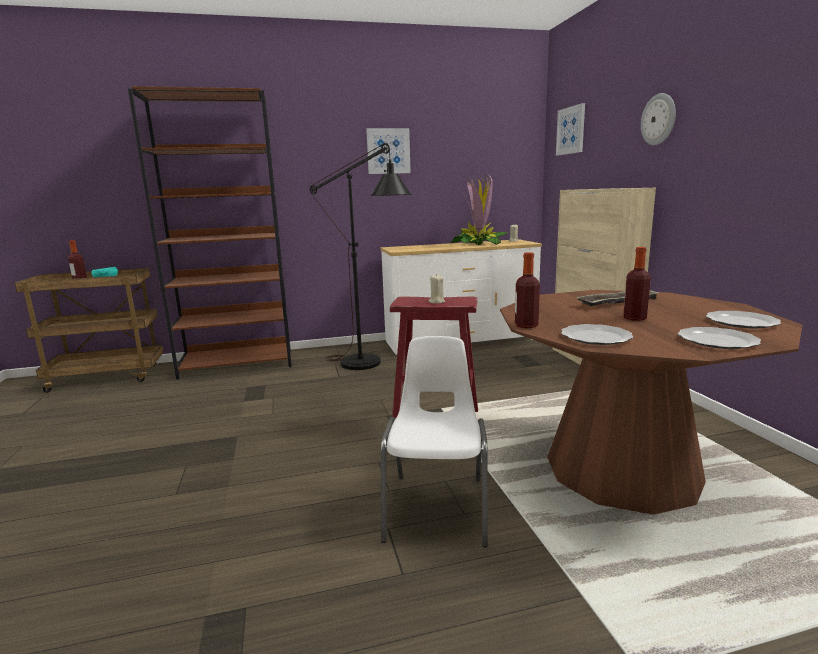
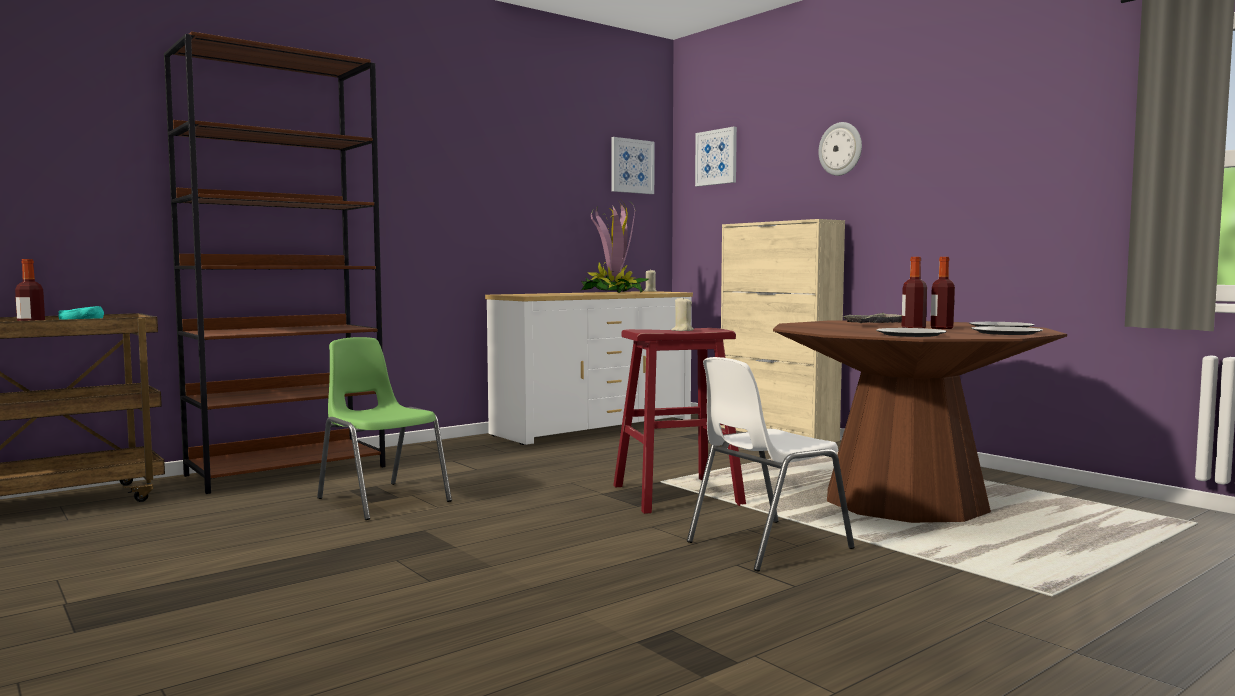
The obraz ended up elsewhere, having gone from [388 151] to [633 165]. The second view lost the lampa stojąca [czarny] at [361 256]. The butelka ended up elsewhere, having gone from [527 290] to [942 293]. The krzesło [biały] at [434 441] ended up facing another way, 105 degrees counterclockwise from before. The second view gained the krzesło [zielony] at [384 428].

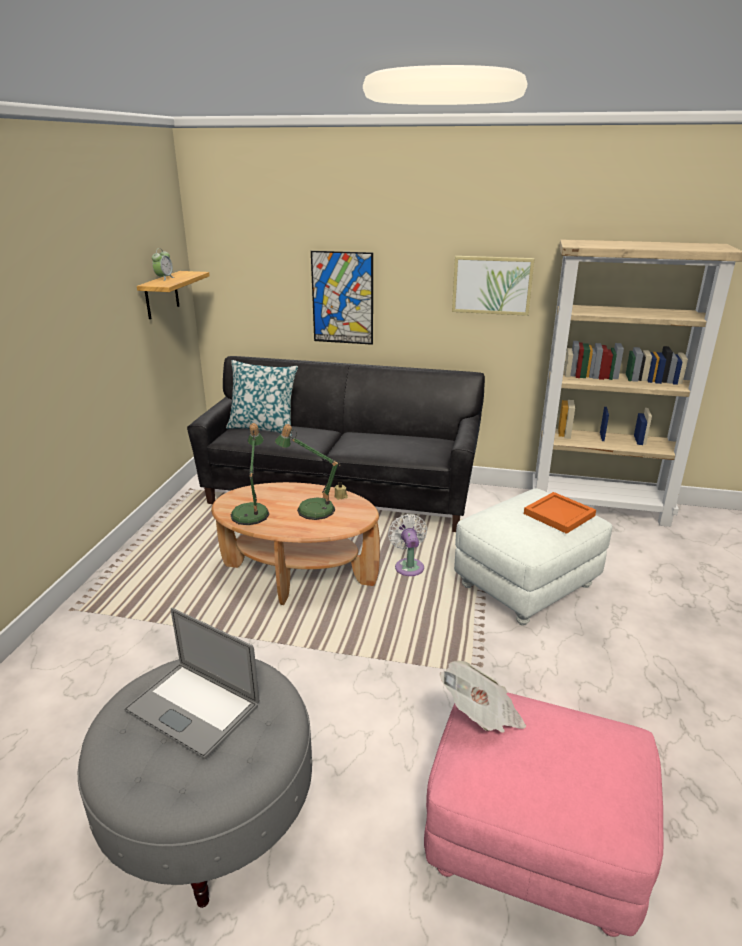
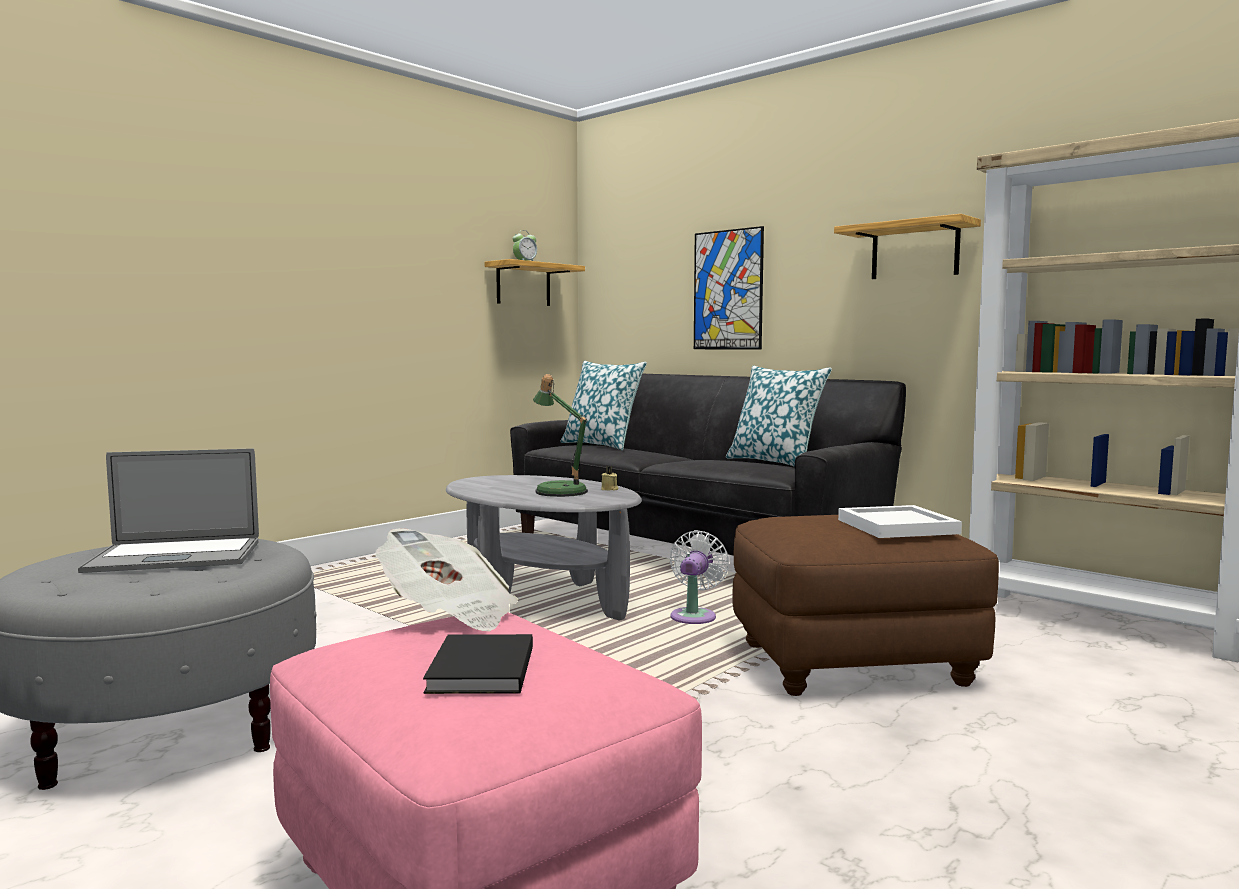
Where the obraz hung at [493 286], the półka came to hang at [907 246]. The second view lost the lampa stołowa at [250 474]. What was the ława [brązowy] at [295 543] turned into the ława [szary] at [544 548]. What was the pufa [biały] at [533 557] turned into the pufa [brązowy] at [865 605]. What was the taca [pomarańczowy] at [560 513] turned into the taca [biały] at [900 521]. The laptop at [191 683] ended up facing another way, 75 degrees counterclockwise from before. The second view gained the poduszka at [779 416]. The second view gained the książka [czarny] at [478 664].

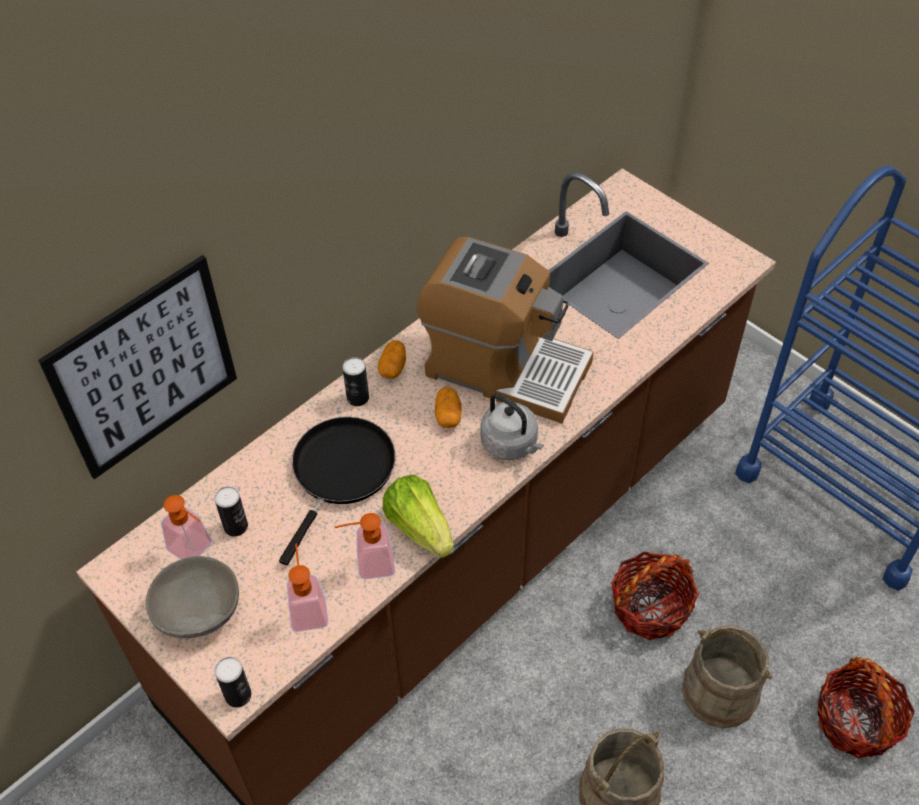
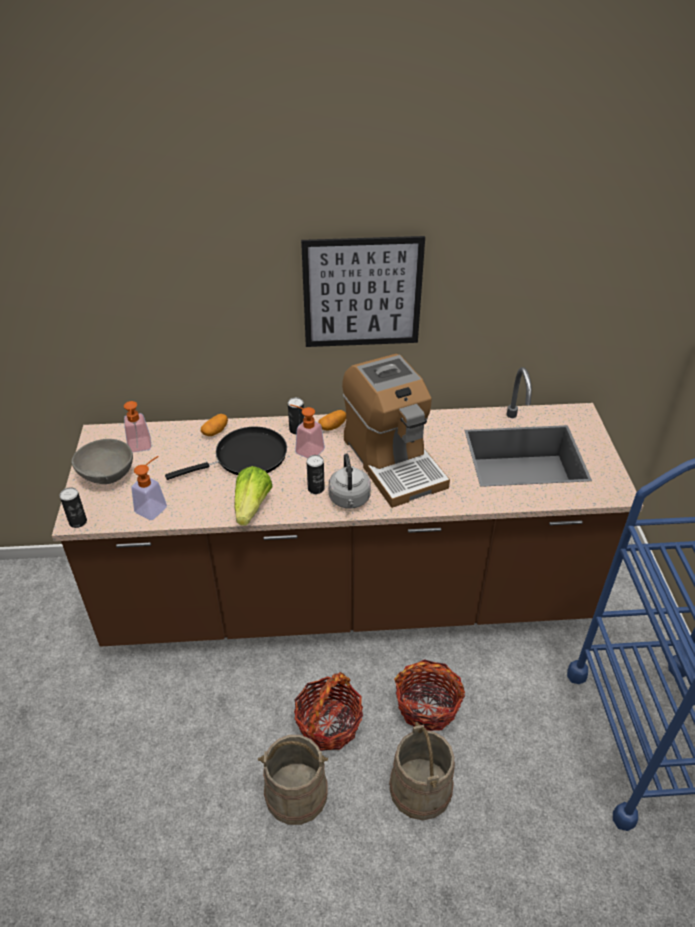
The obraz ended up elsewhere, having gone from [137 367] to [363 291]. The ziemniak ended up elsewhere, having gone from [448 407] to [214 425]. The puszka ended up elsewhere, having gone from [231 512] to [316 474]. The dozownik mydła ended up elsewhere, having gone from [365 546] to [307 431]. The koszyk ended up elsewhere, having gone from [866 708] to [328 711].

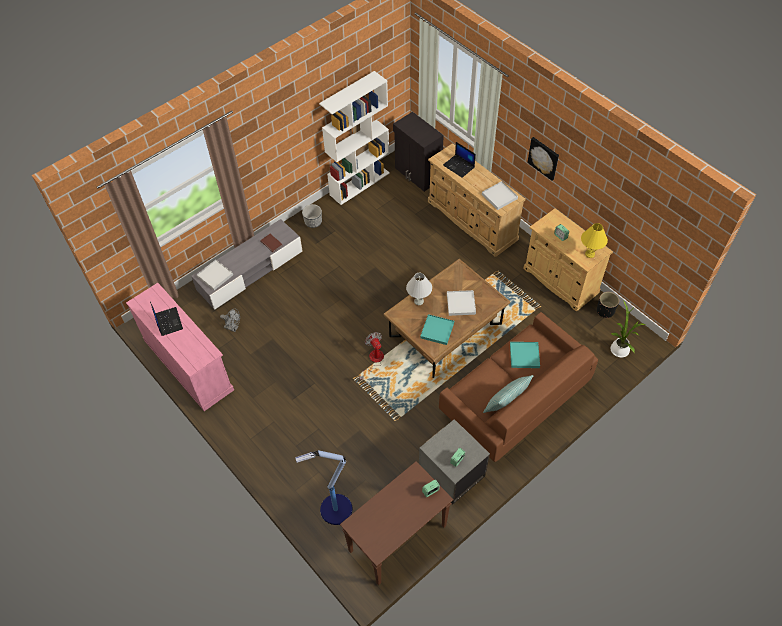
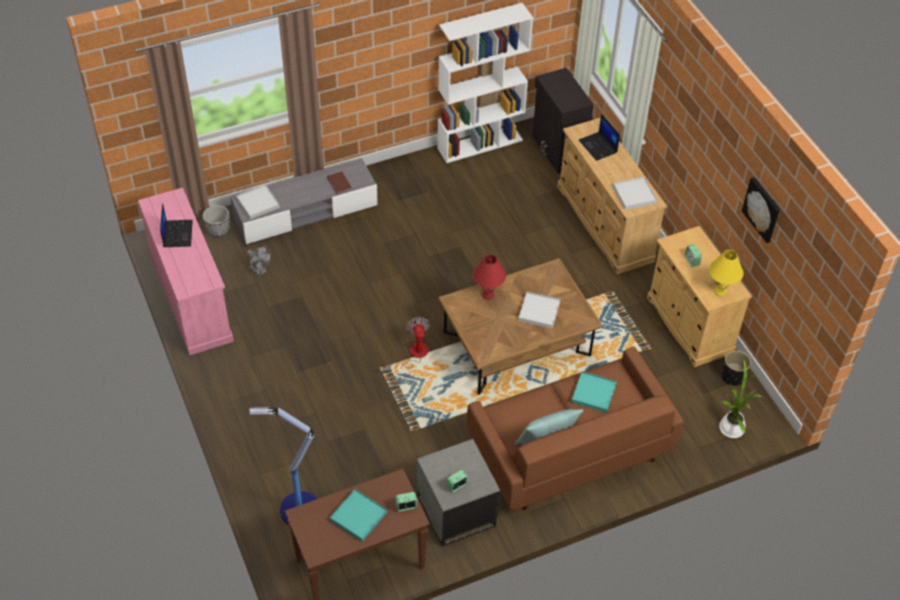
The obraz ended up elsewhere, having gone from [543 159] to [761 210]. The donica ended up elsewhere, having gone from [312 216] to [216 221]. What was the lampa stołowa [biały] at [419 289] turned into the lampa stołowa [czerwony] at [489 277]. The taca [turkusowy] ended up elsewhere, having gone from [437 329] to [358 515].

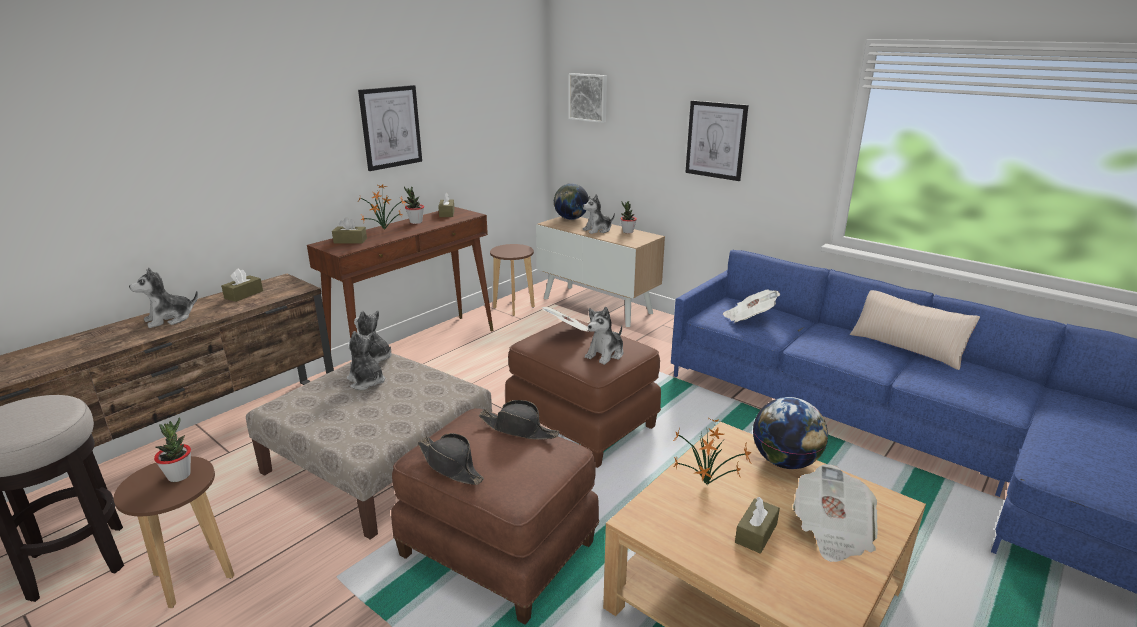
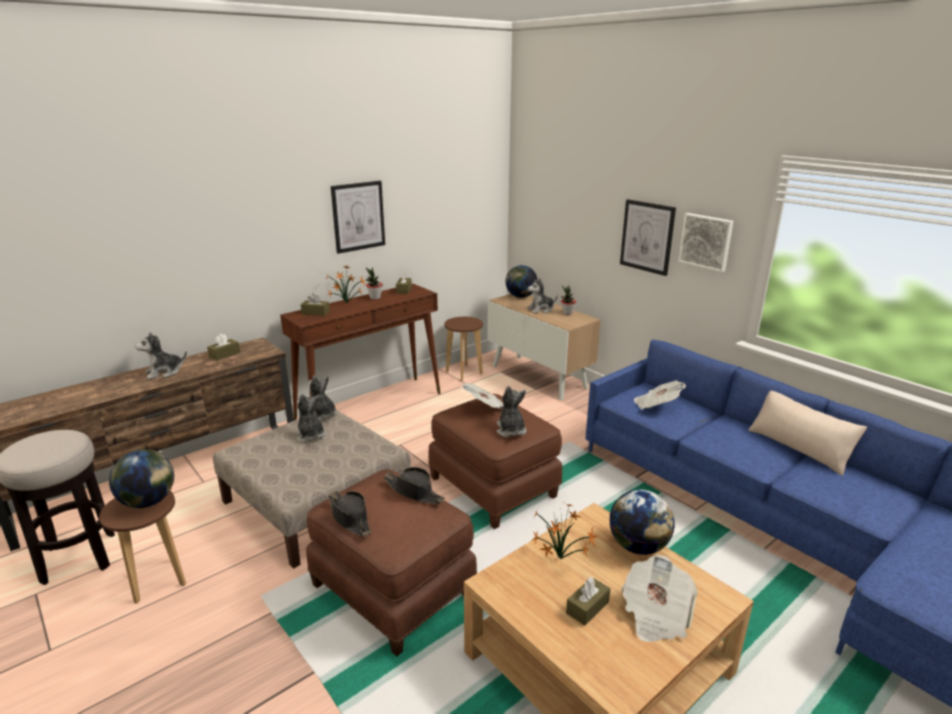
The obraz ended up elsewhere, having gone from [588 98] to [706 242]. The pluszak at [604 336] ended up facing another way, 120 degrees clockwise from before. Where the roślina doniczkowa stood at [172 449], the globus came to stand at [141 478].

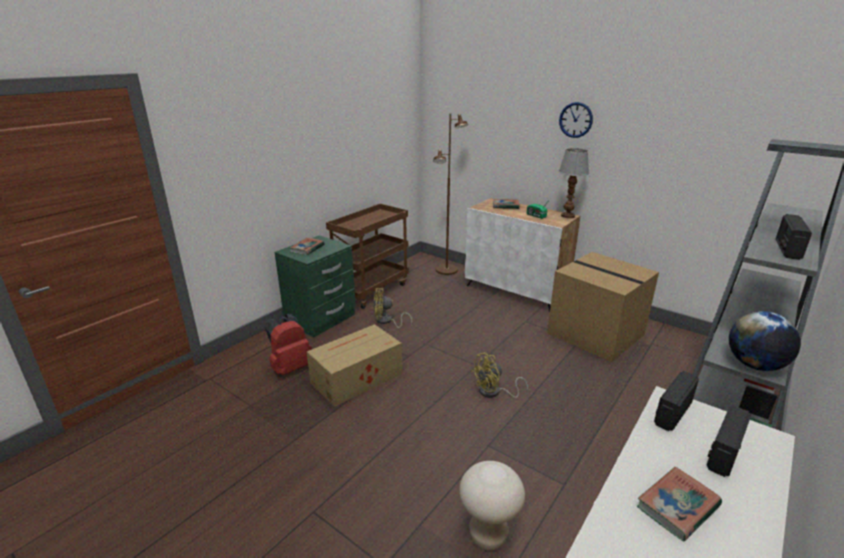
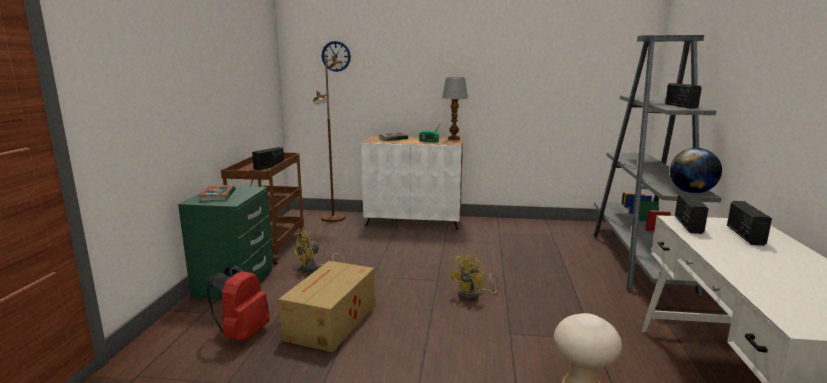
The zegar ścienny ended up elsewhere, having gone from [576 120] to [336 56]. The second view lost the karton at [603 307]. The second view lost the książka at [679 504]. The second view gained the radio at [268 158].

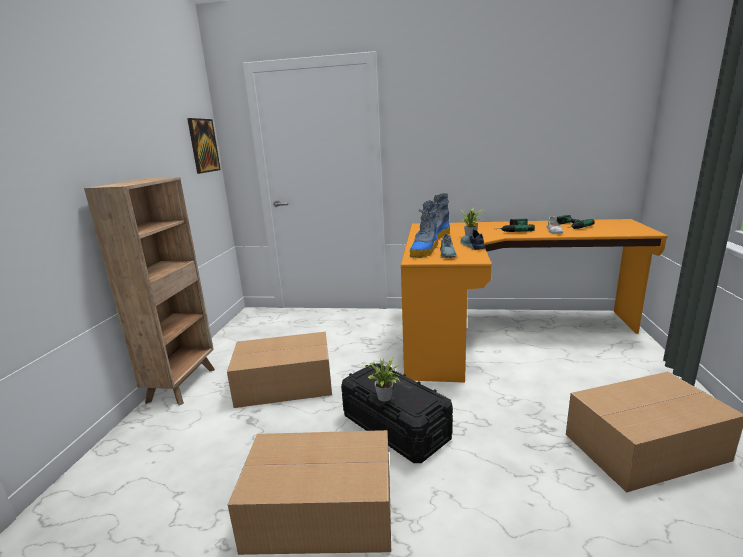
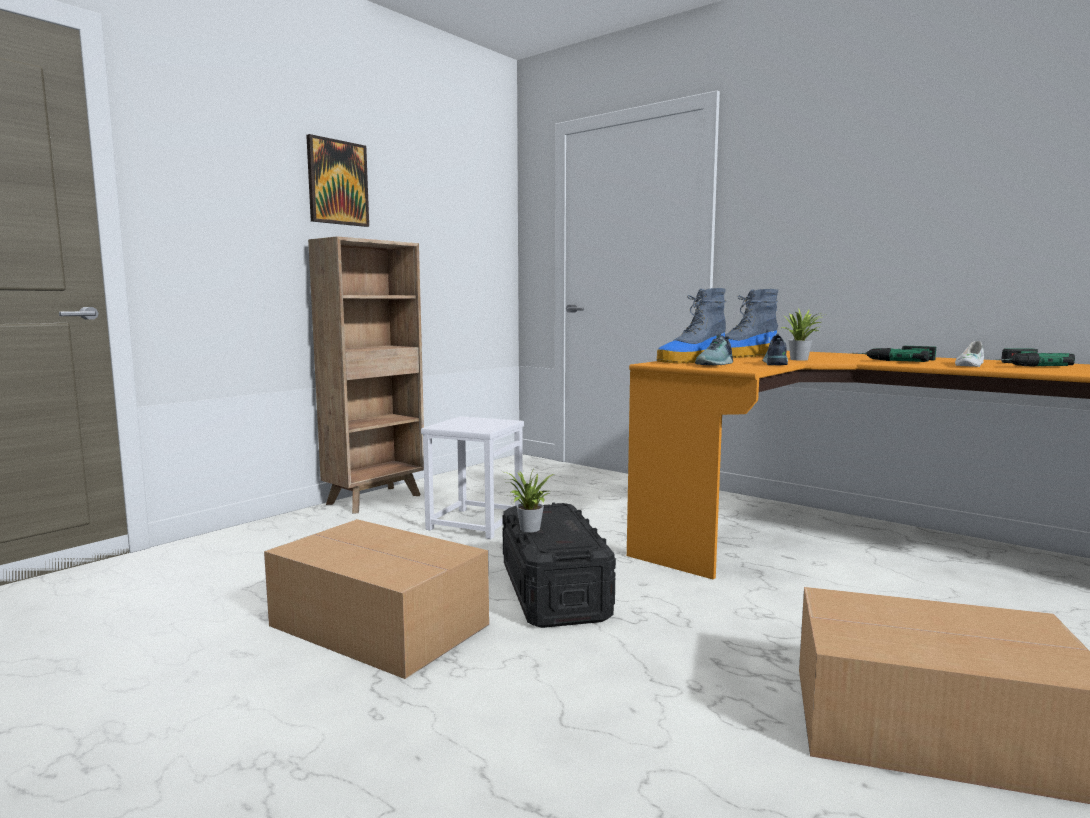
The obraz ended up elsewhere, having gone from [204 146] to [337 180]. Where the karton stood at [279 370], the stołek [biały] came to stand at [472 477].

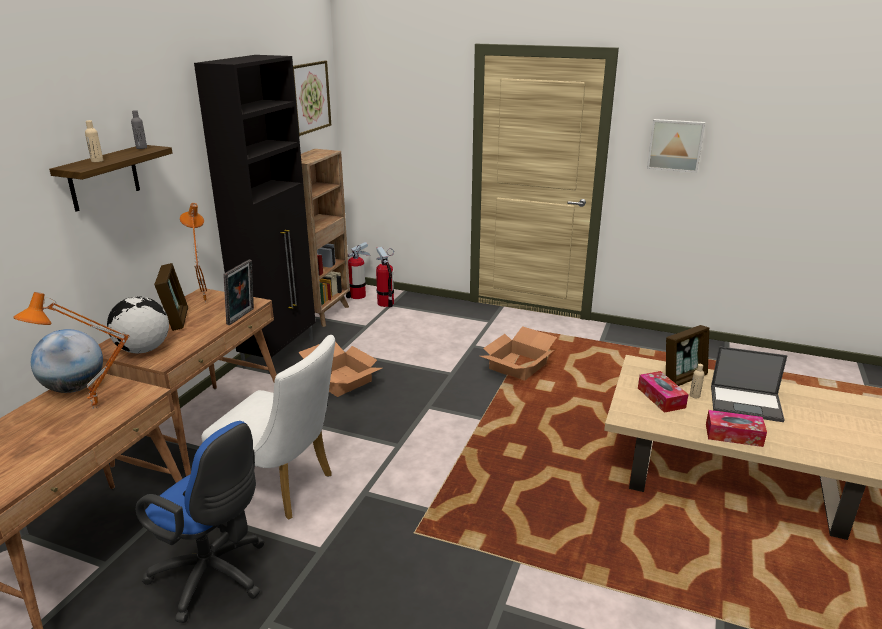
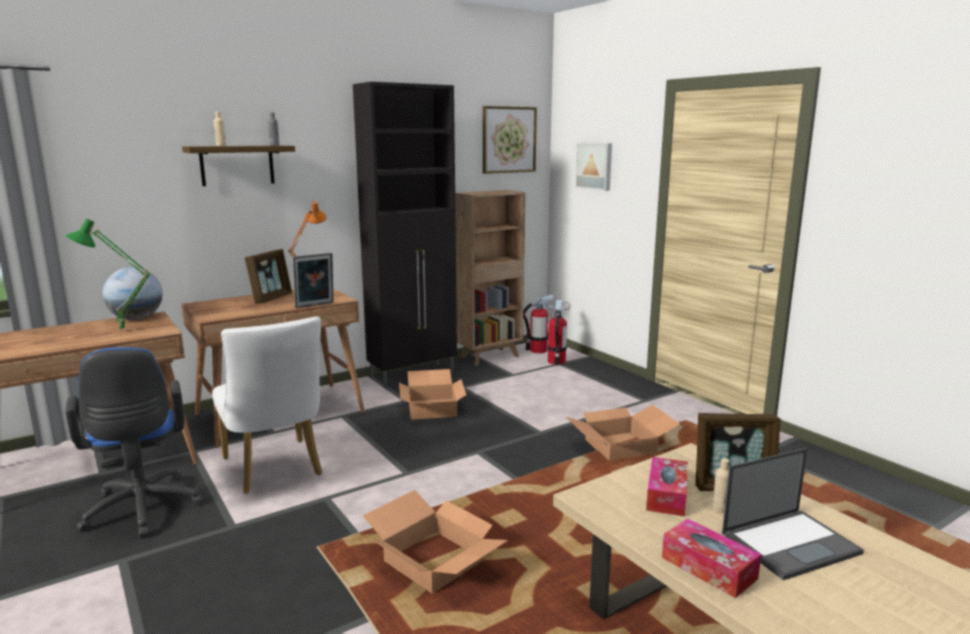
The obraz ended up elsewhere, having gone from [676 146] to [593 167]. What was the lampa stołowa [pomarańczowy] at [71 350] turned into the lampa stołowa [zielony] at [108 275]. The second view lost the globus at [138 325]. The laptop at [749 384] ended up facing another way, 75 degrees counterclockwise from before. The second view gained the karton at [435 542].

